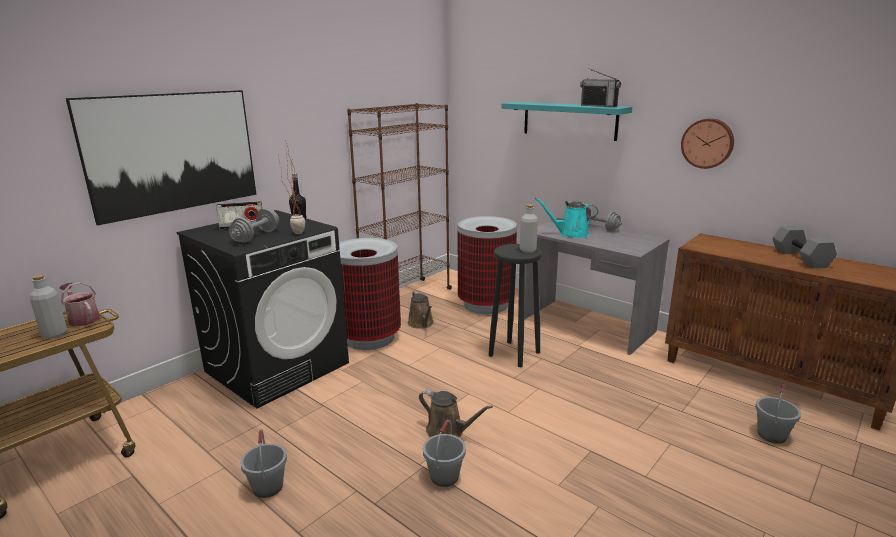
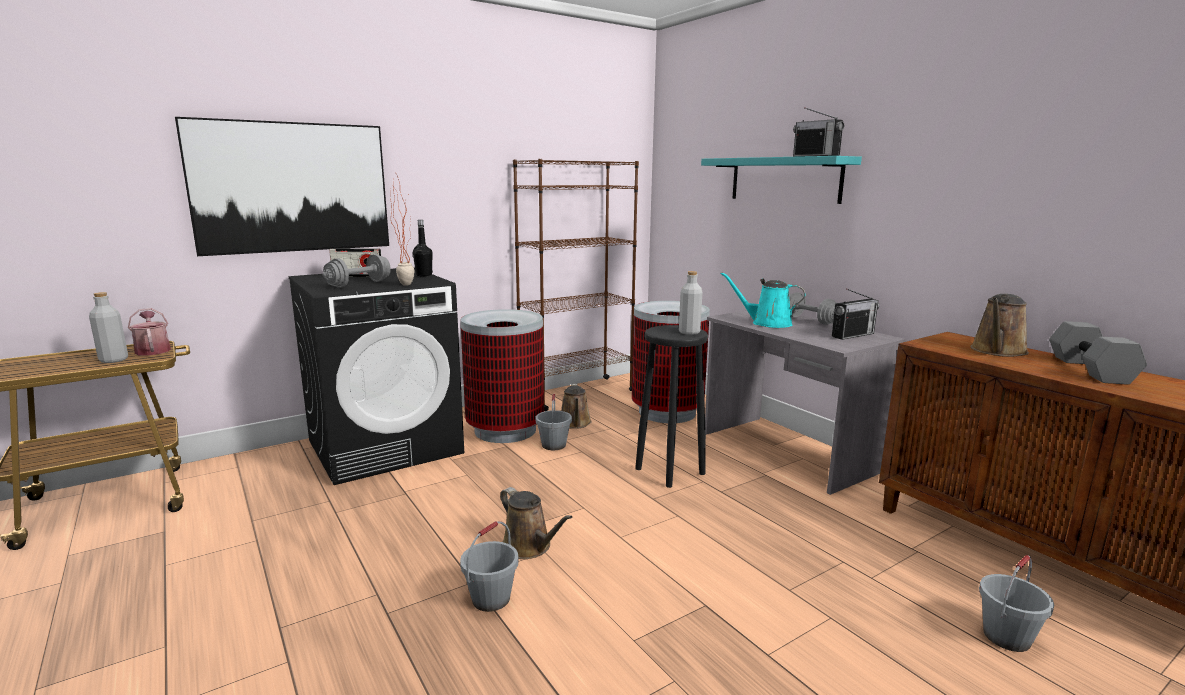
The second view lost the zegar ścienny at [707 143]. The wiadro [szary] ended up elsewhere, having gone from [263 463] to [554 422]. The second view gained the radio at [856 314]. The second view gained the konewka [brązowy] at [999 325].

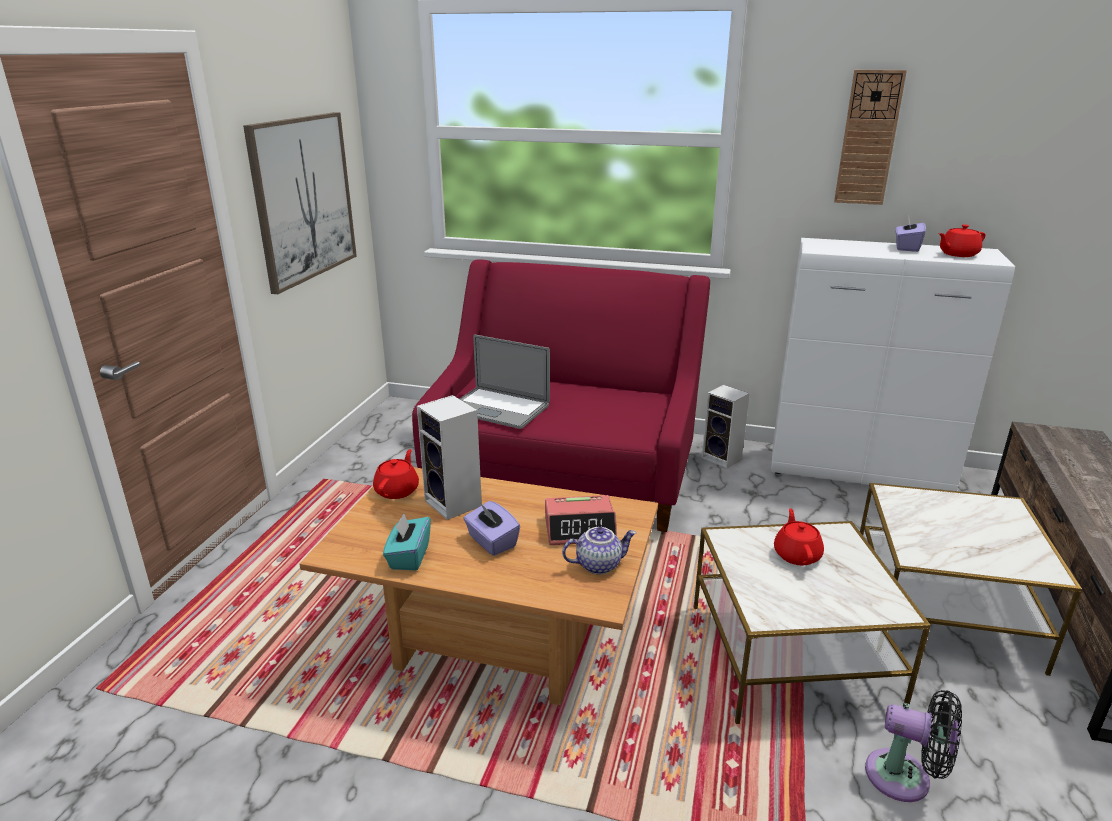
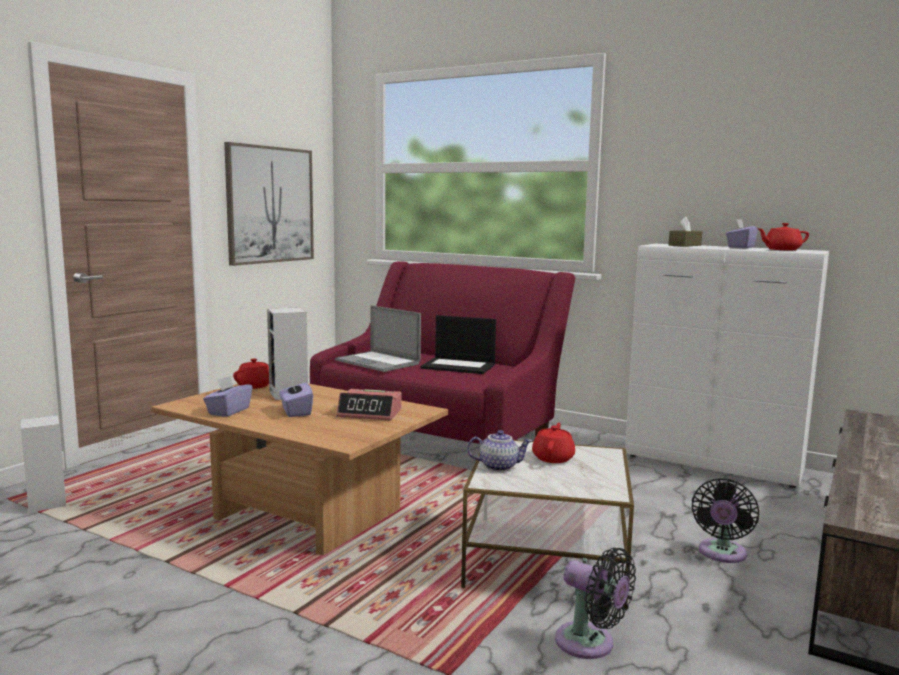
The second view lost the zegar ścienny at [870 137]. The głośnik ended up elsewhere, having gone from [726 426] to [43 464]. Where the stolik stood at [971 579], the wentylator [czarny] came to stand at [725 520]. What was the pudełko chusteczek [turkusowy] at [407 542] turned into the pudełko chusteczek [fioletowy] at [227 396]. The imbryk ended up elsewhere, having gone from [599 550] to [499 450]. The second view gained the pudełko chusteczek [brązowy] at [685 232]. The second view gained the laptop at [458 344].

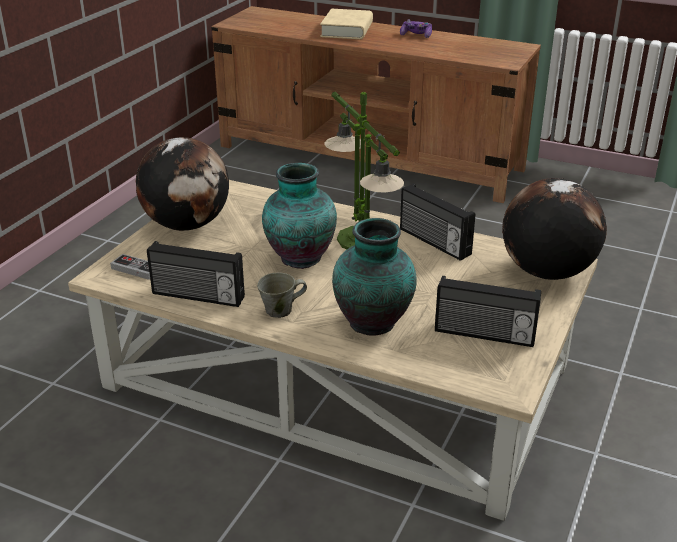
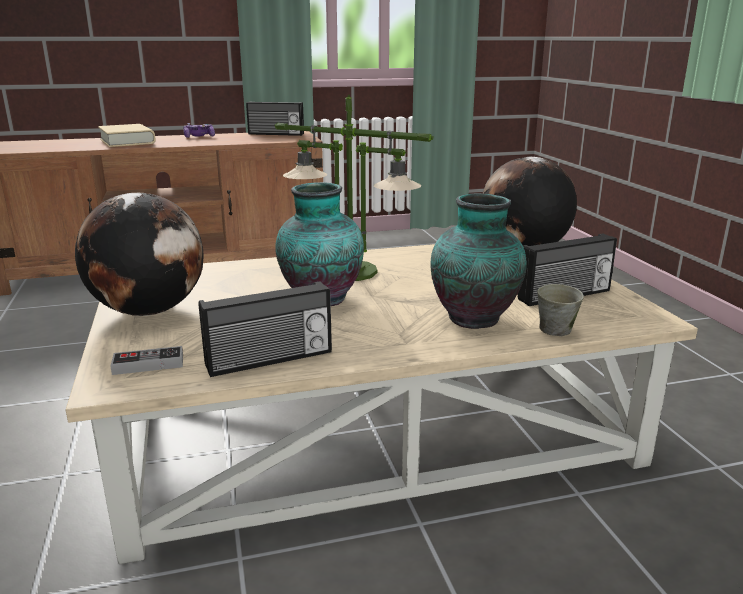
The radio ended up elsewhere, having gone from [437 222] to [275 119]. The kubek [szary] ended up elsewhere, having gone from [282 295] to [560 310].

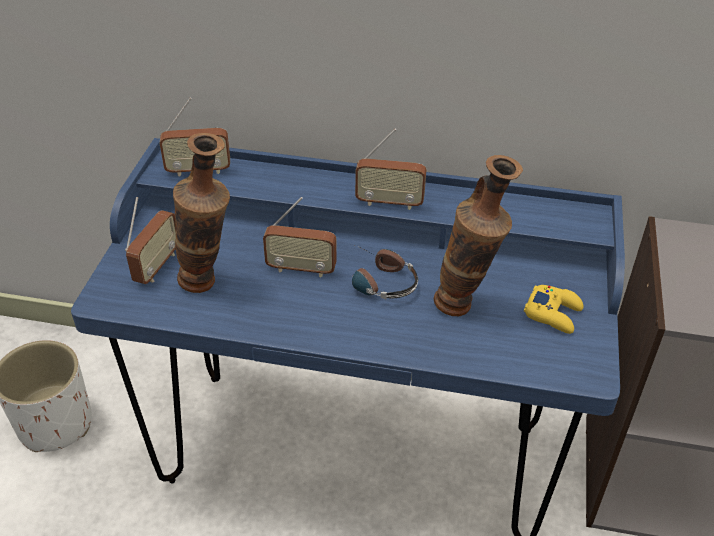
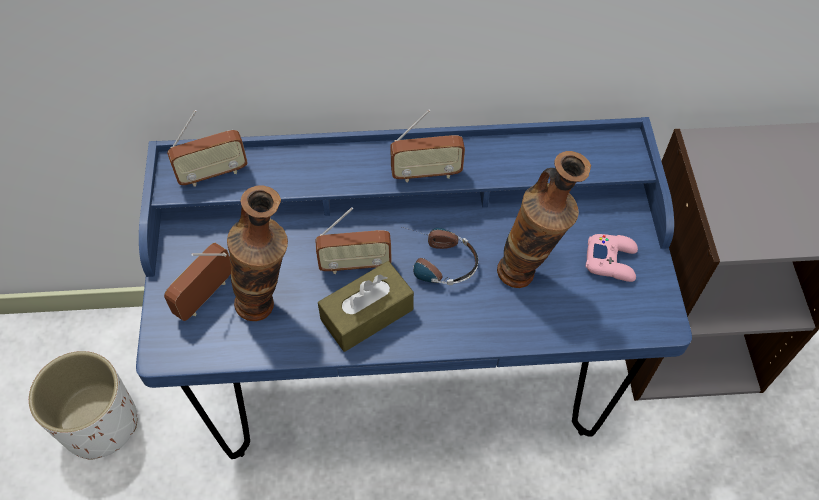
The radio at [150 240] ended up facing another way, 150 degrees counterclockwise from before. What was the pad do gier [żółty] at [553 309] turned into the pad do gier [różowy] at [611 258]. The second view gained the pudełko chusteczek [brązowy] at [366 306].

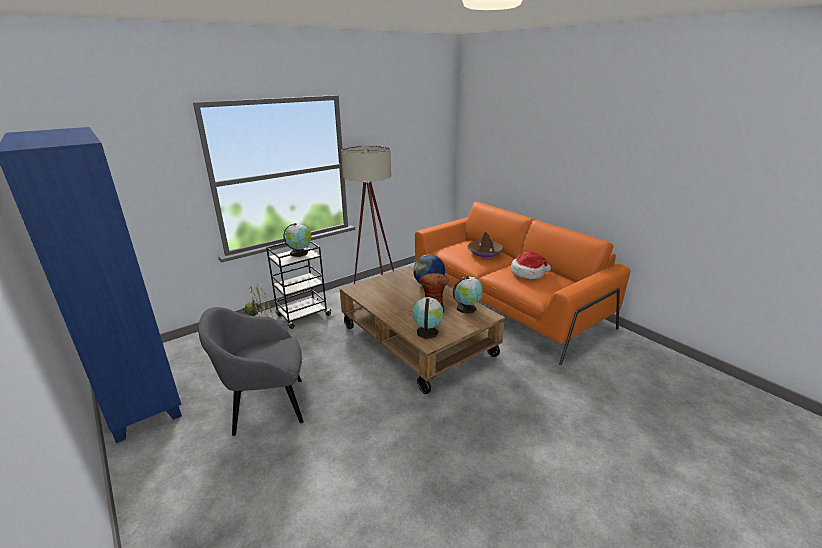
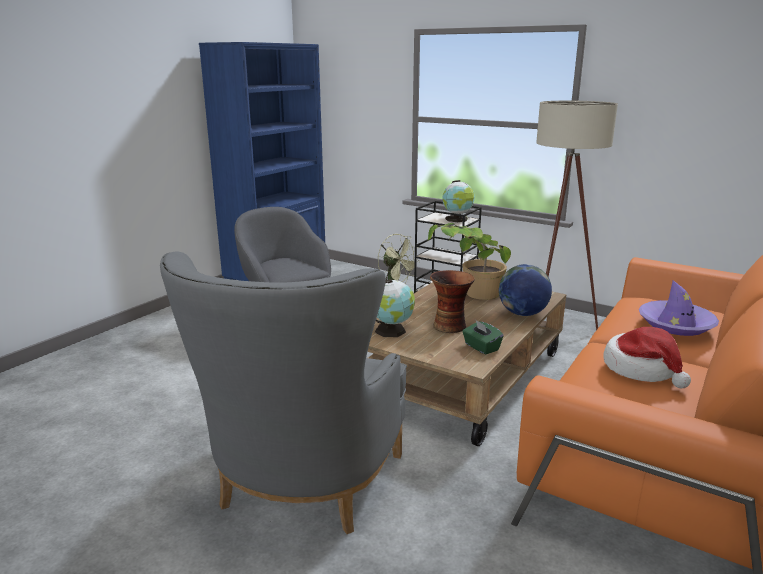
What was the kapelusz [brązowy] at [485 244] turned into the kapelusz [fioletowy] at [679 308]. Where the globus stood at [468 294], the pudełko chusteczek [zielony] came to stand at [483 337]. The second view gained the roślina doniczkowa at [469 261]. The second view gained the fotel [szary] at [283 392].

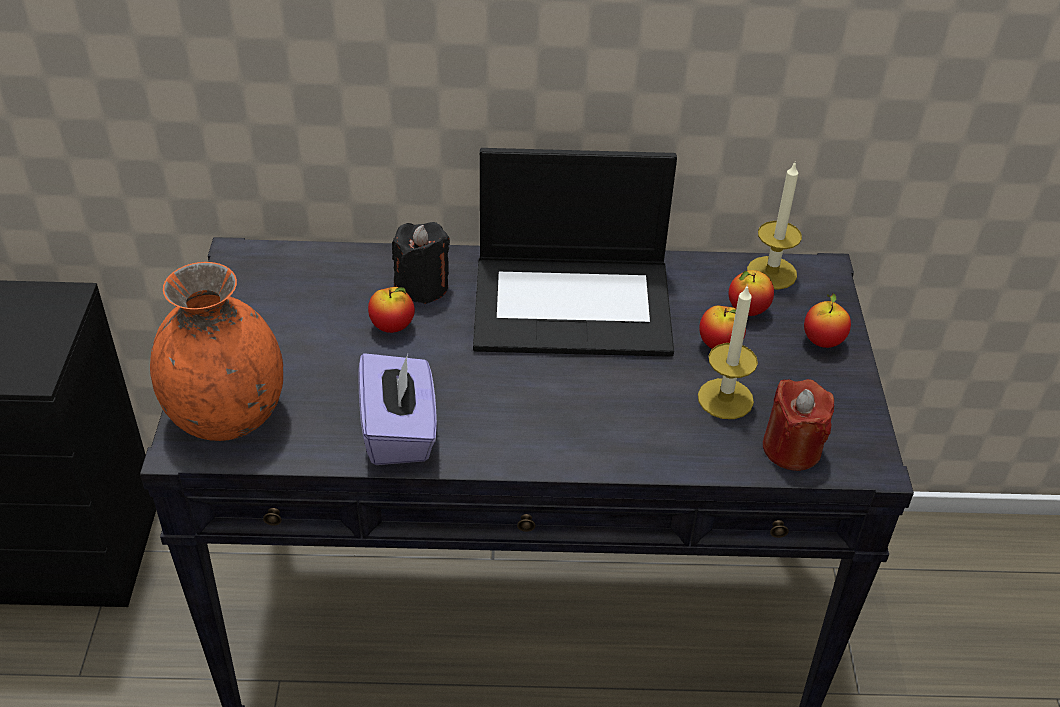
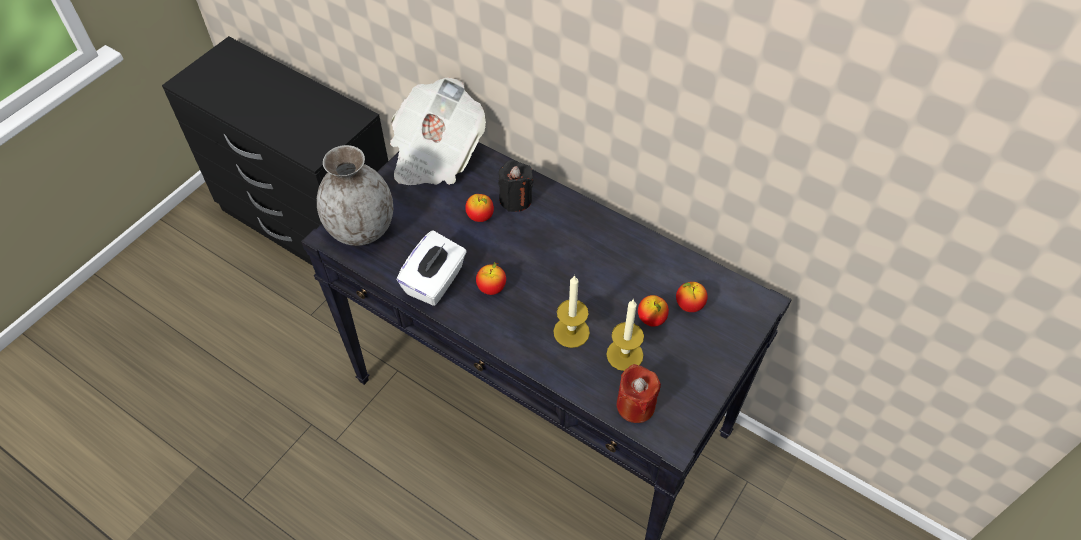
The second view lost the laptop at [575 252]. The świeca ended up elsewhere, having gone from [774 225] to [571 311]. What was the wazon [pomarańczowy] at [216 351] turned into the wazon [szary] at [355 195]. The jabłko ended up elsewhere, having gone from [827 320] to [491 278]. What was the pudełko chusteczek [fioletowy] at [397 409] turned into the pudełko chusteczek [biały] at [432 268]. The second view gained the gazeta at [438 131].

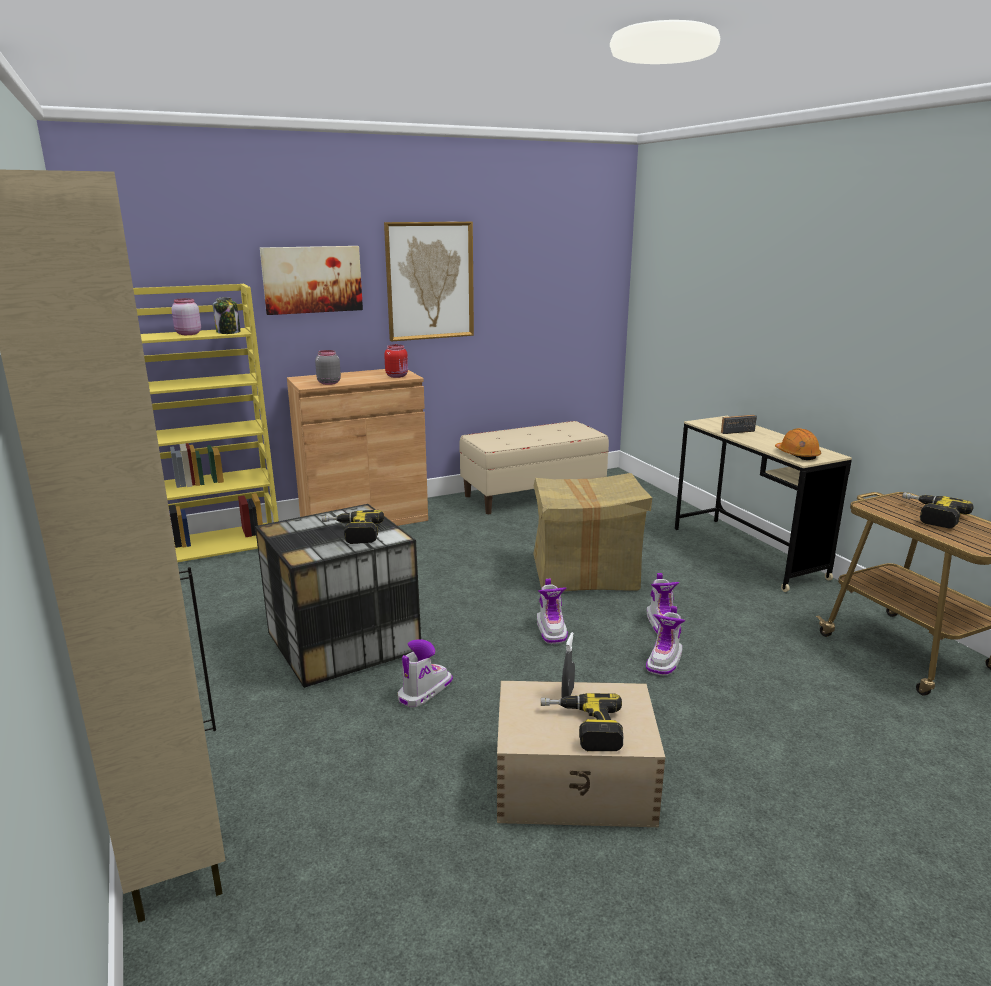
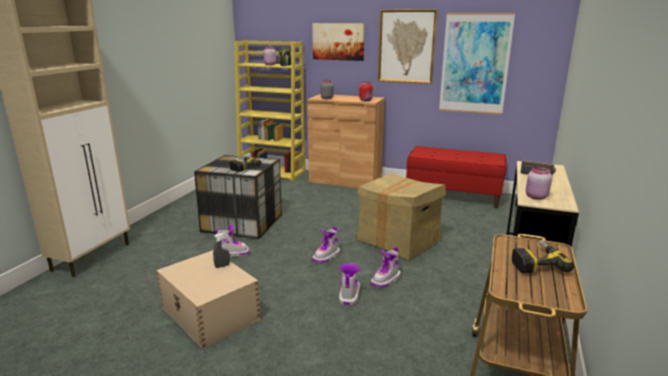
What was the ławka [beżowy] at [534 467] turned into the ławka [czerwony] at [456 177]. Where the kask [pomarańczowy] stood at [798 444], the słoik [różowy] came to stand at [539 183]. The but z cholewką at [665 641] ended up facing another way, 120 degrees clockwise from before. The second view lost the wiertarka at [582 722]. The second view gained the obraz at [477 64].

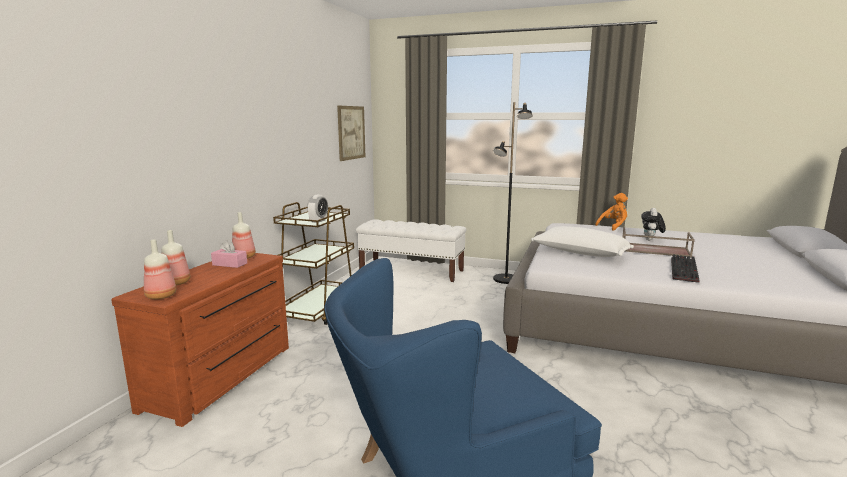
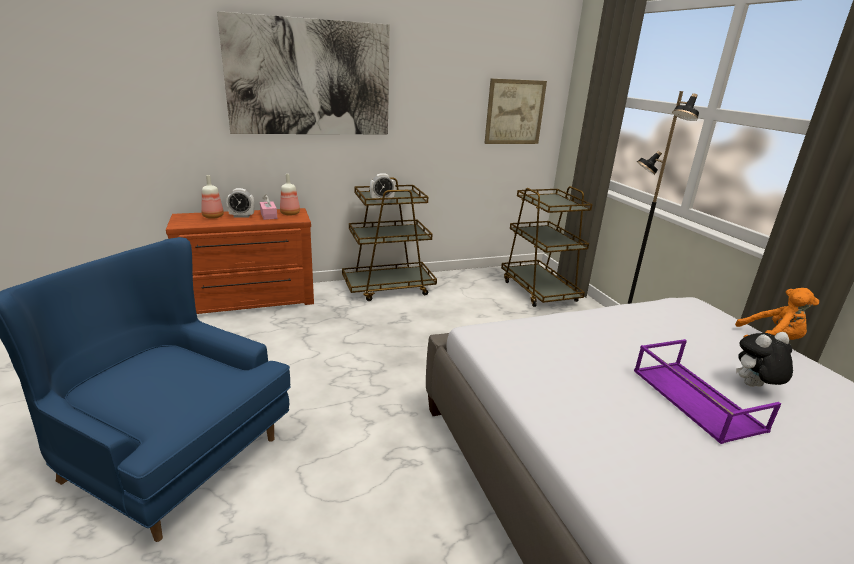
Where the ławka [biały] stood at [411 250], the wózek [brązowy] came to stand at [547 246]. The second view lost the poduszka [biały] at [582 241]. What was the taca [brązowy] at [658 242] turned into the taca [fioletowy] at [707 391]. The second view lost the butelka at [160 269]. The second view lost the klawiatura at [685 268]. The second view gained the obraz at [303 72]. The second view gained the budzik at [240 203].

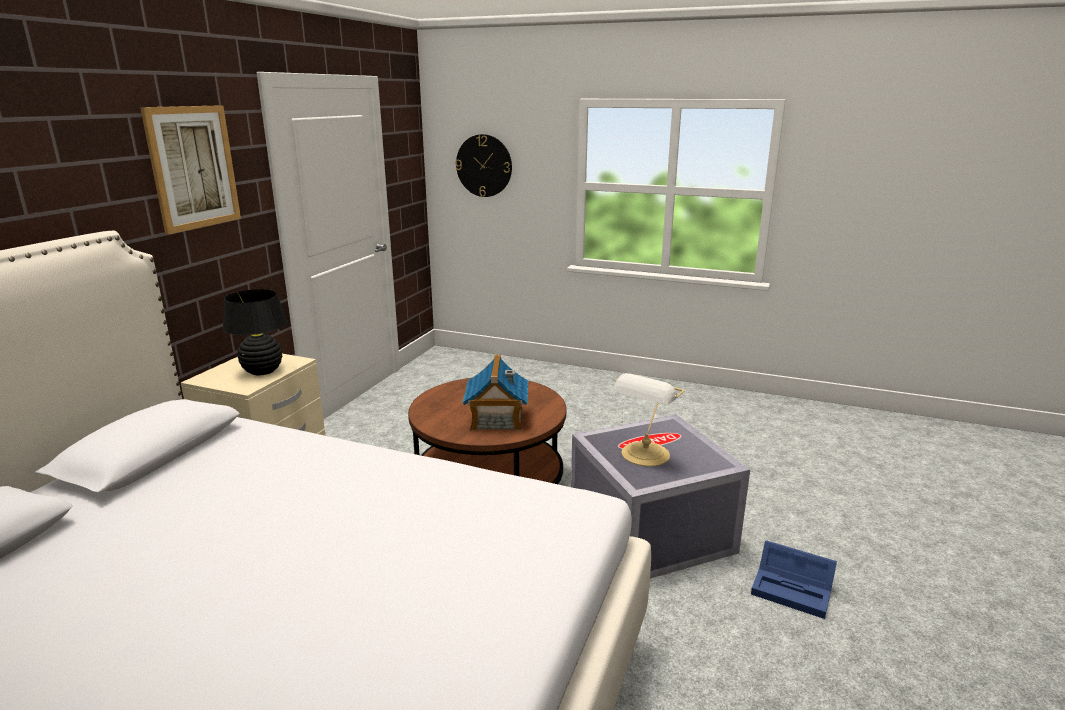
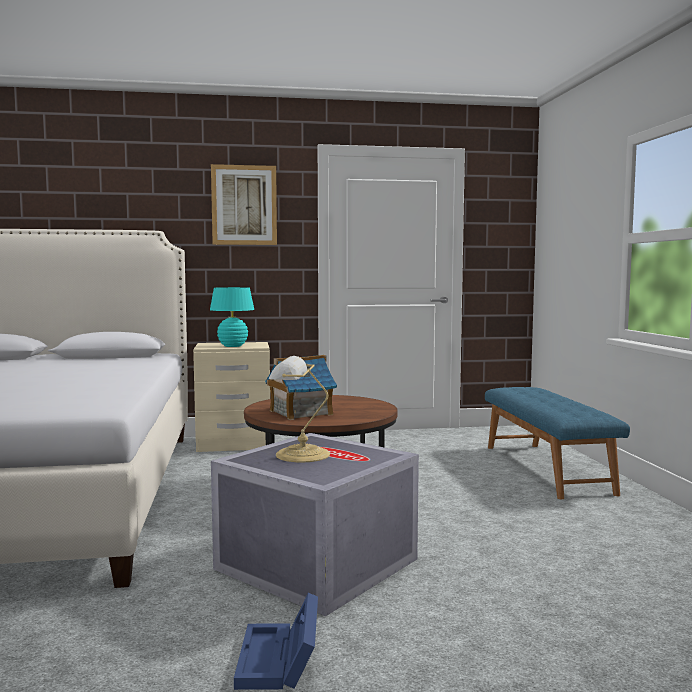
The second view lost the zegar ścienny at [484 165]. What was the lampa stołowa [czarny] at [255 332] turned into the lampa stołowa [turkusowy] at [232 317]. The second view gained the ławka [niebieski] at [557 443].

